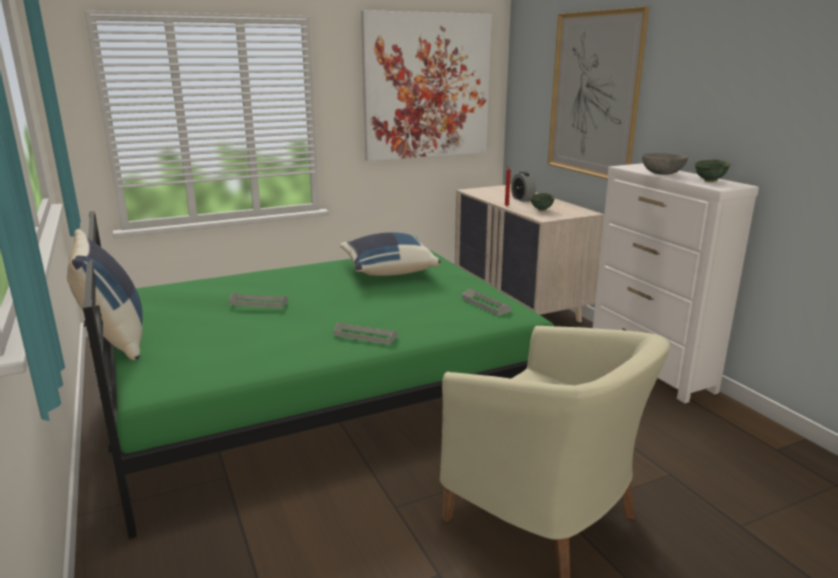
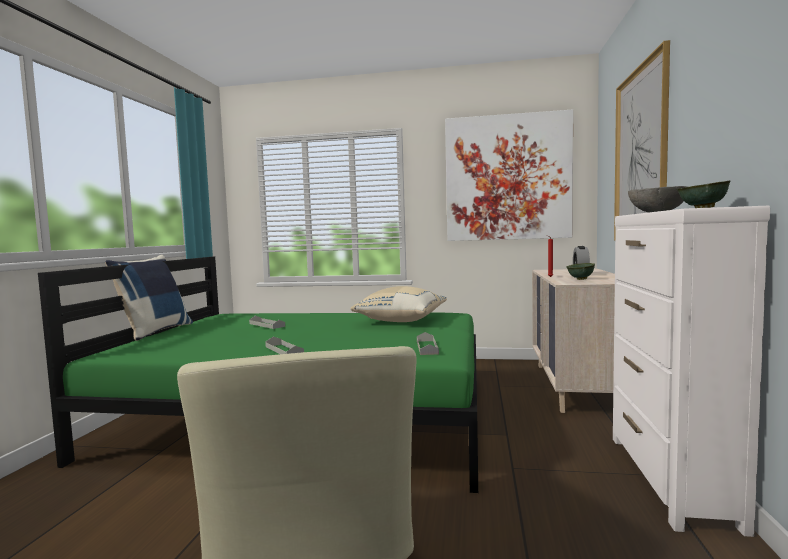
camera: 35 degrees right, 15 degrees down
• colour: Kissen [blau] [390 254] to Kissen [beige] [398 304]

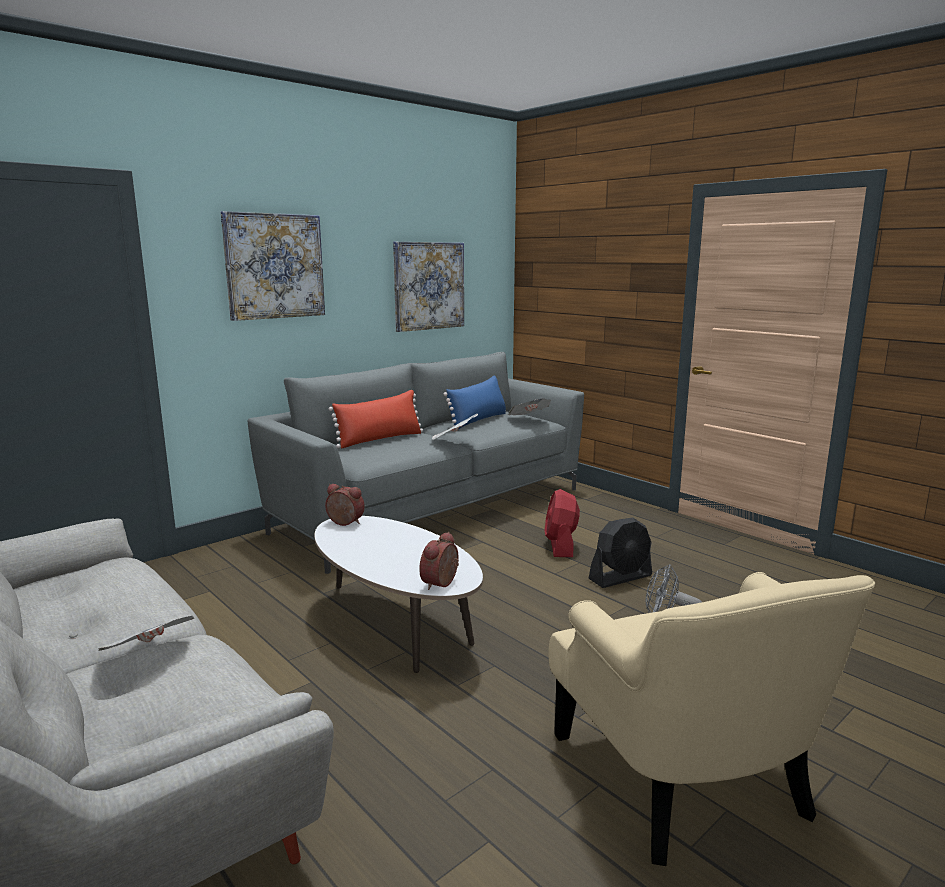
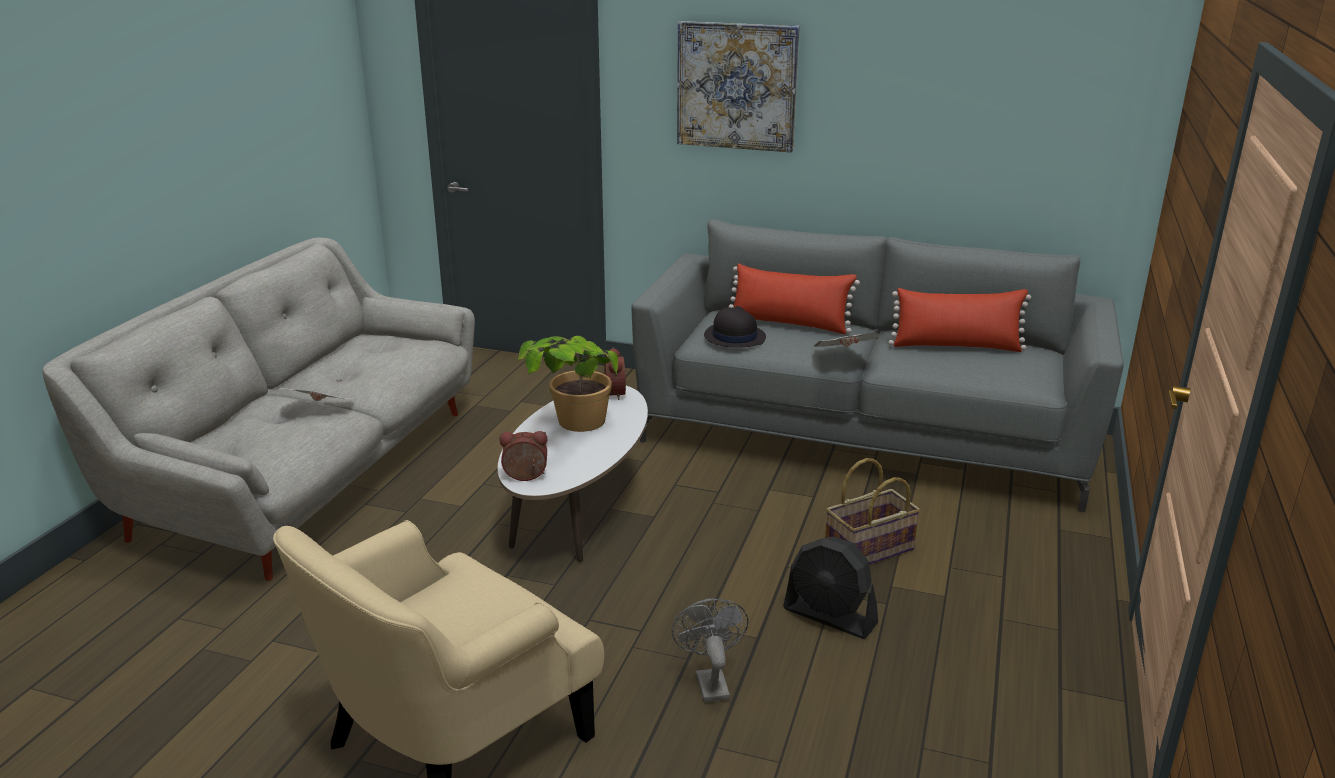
camera: 60 degrees right, 10 degrees up
• appeared: Topfpflanze [567 384]
• appeared: Hut [schwarz] [735 327]
• exchanged: Ventilator [rot] [562 523] to Korb [872 511]
• colour: Kissen [blau] [475 402] to Kissen [rot] [959 320]
• missing: Bild [428 287]
• missing: Zeitung [529 406]

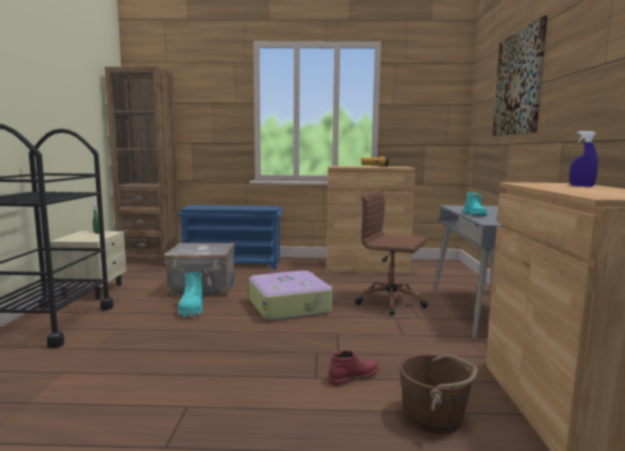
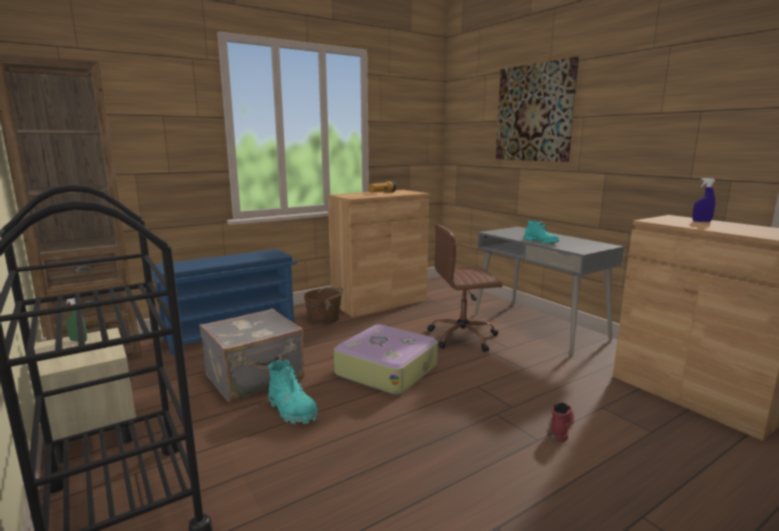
camera: 35 degrees left, 5 degrees up
• relocated: Eimer [braun] [439 393] to [323 306]

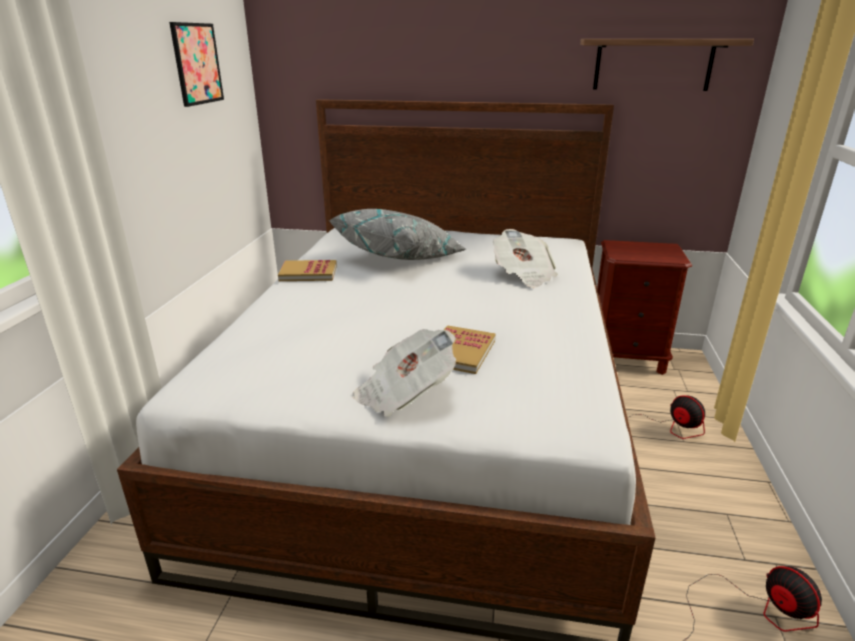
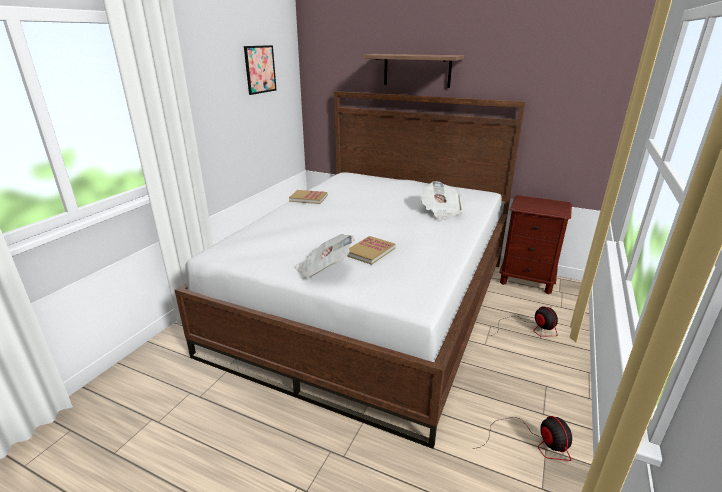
camera: 15 degrees right, 0 degrees up
• relocated: Wandregal [667 65] to [413 71]
• missing: Kissen [grau] [398 234]

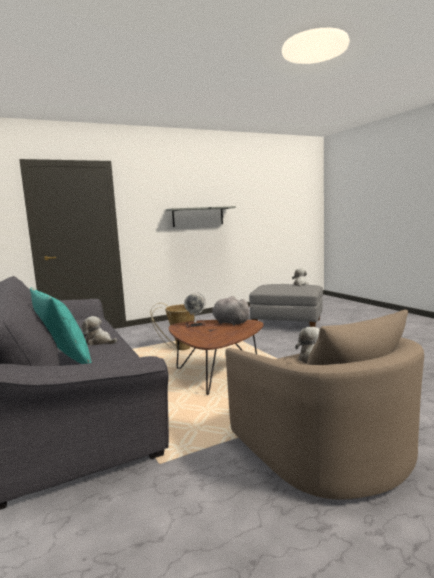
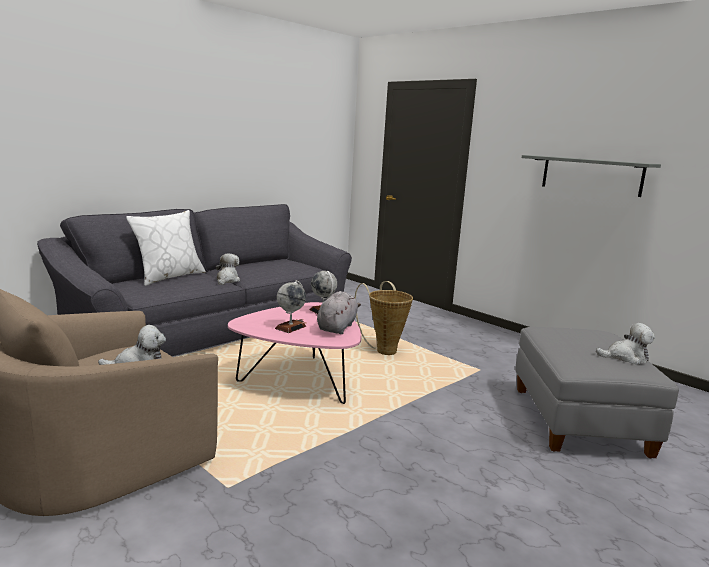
camera: 70 degrees right, 5 degrees up
• colour: Kissen [türkis] [61 325] to Kissen [weiß] [166 248]
• colour: Couchtisch [braun] [216 357] to Couchtisch [rosa] [294 353]
• appeared: Globus [290 306]

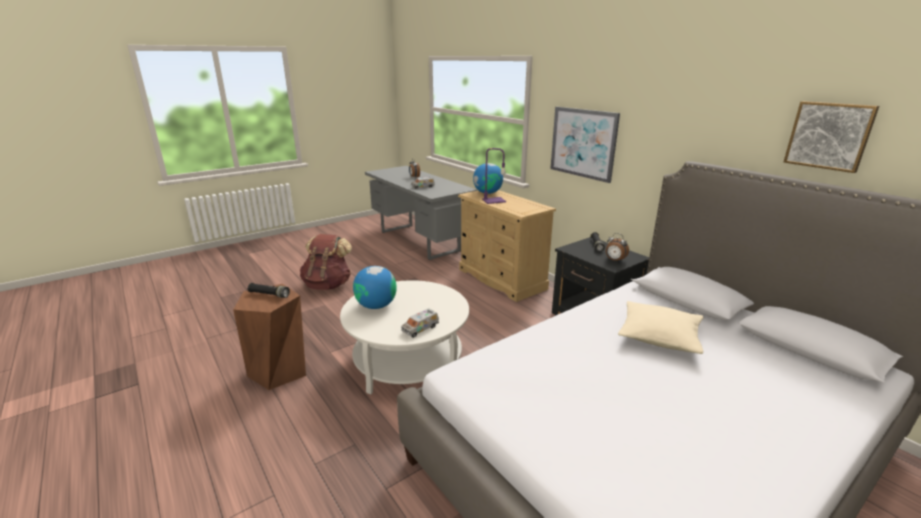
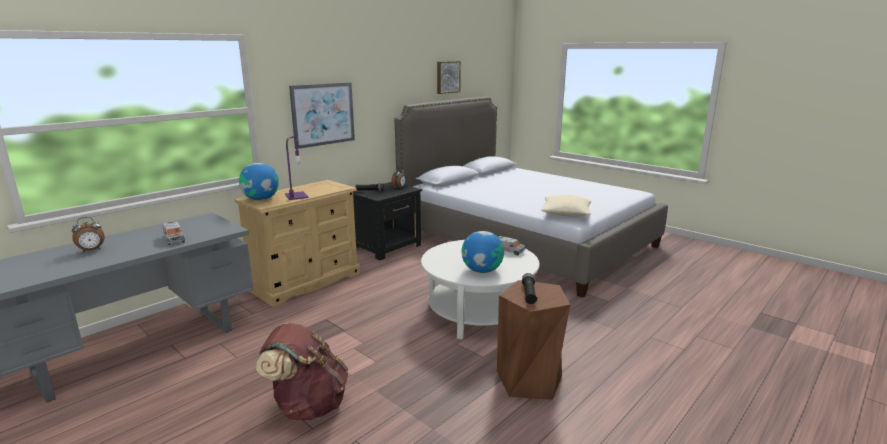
camera: 100 degrees left, 5 degrees down
• relocated: Kissen [beige] [660 327] to [566 206]

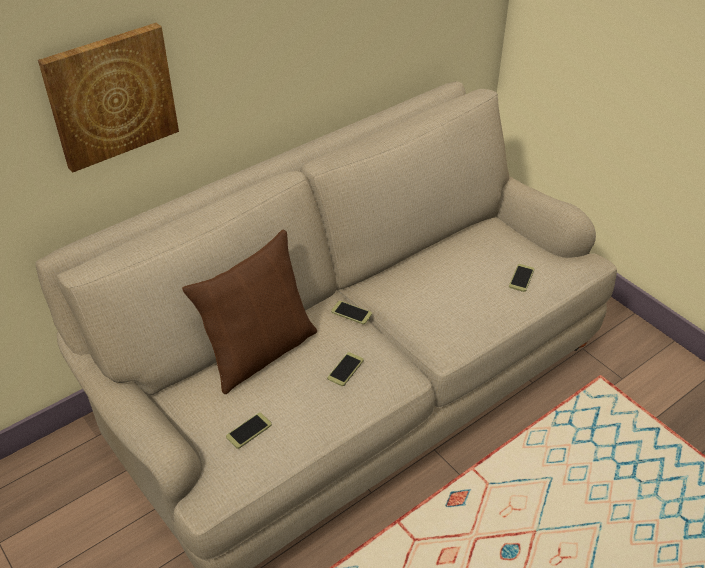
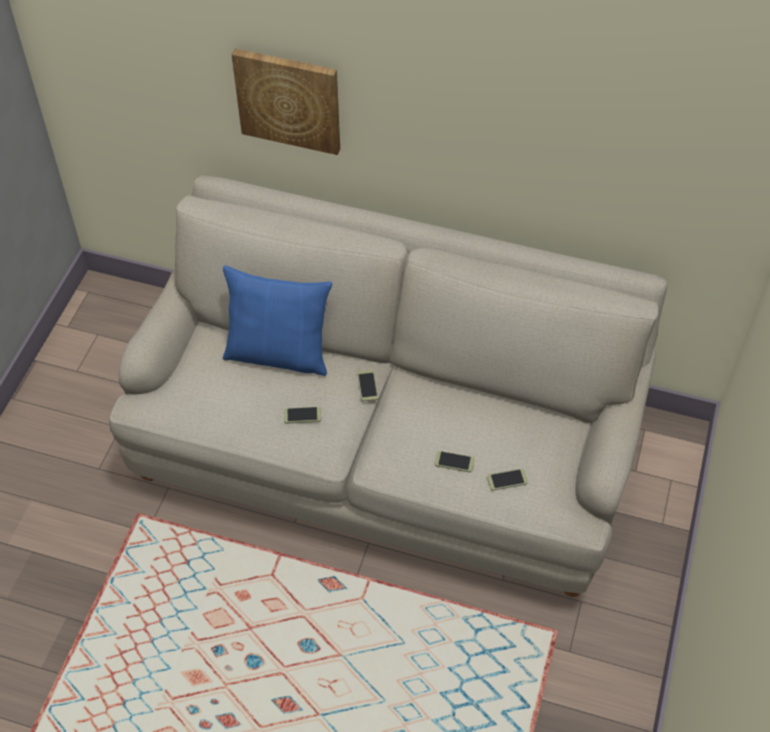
camera: 55 degrees right, 10 degrees up
• colour: Kissen [braun] [249 312] to Kissen [blau] [277 320]
• relocated: Handy [249 430] to [455 461]

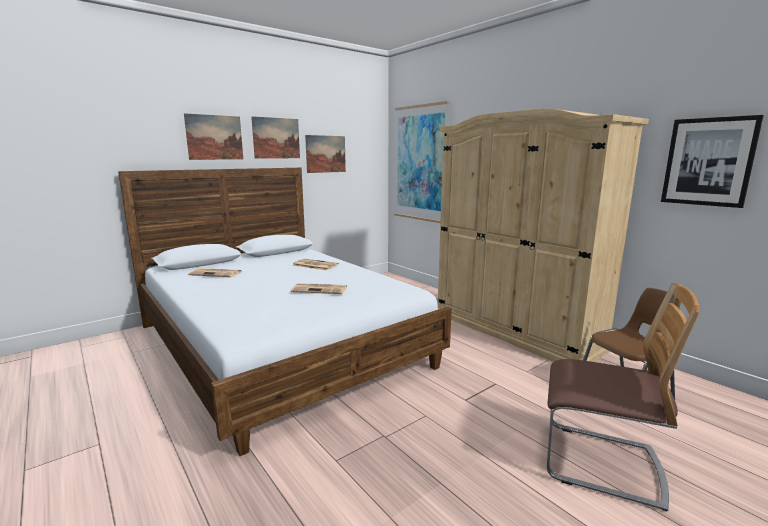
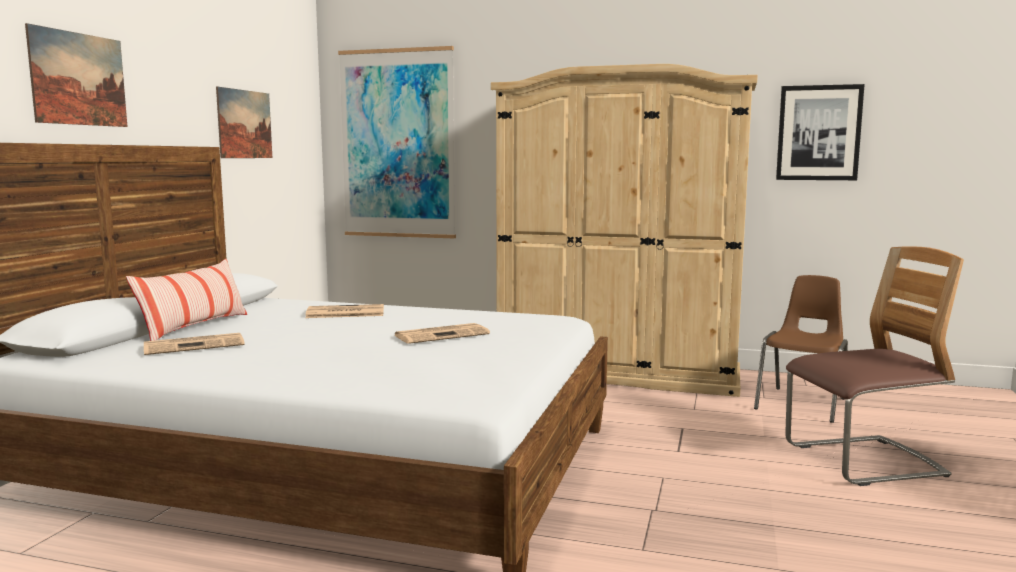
camera: 35 degrees left, 5 degrees down
• appeared: Kissen [186 300]
• missing: Bild [275 137]

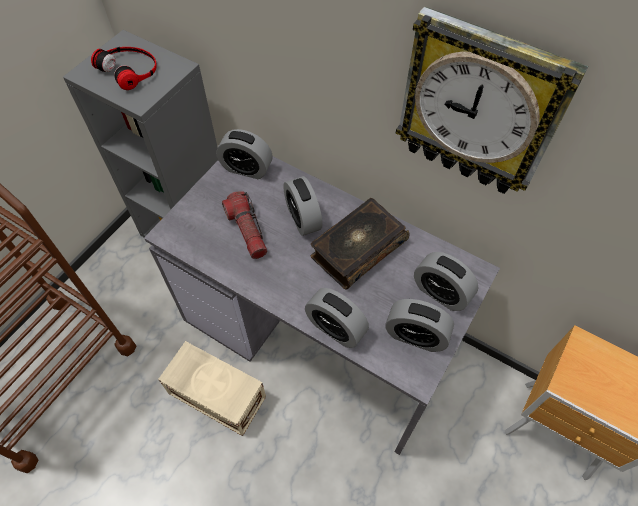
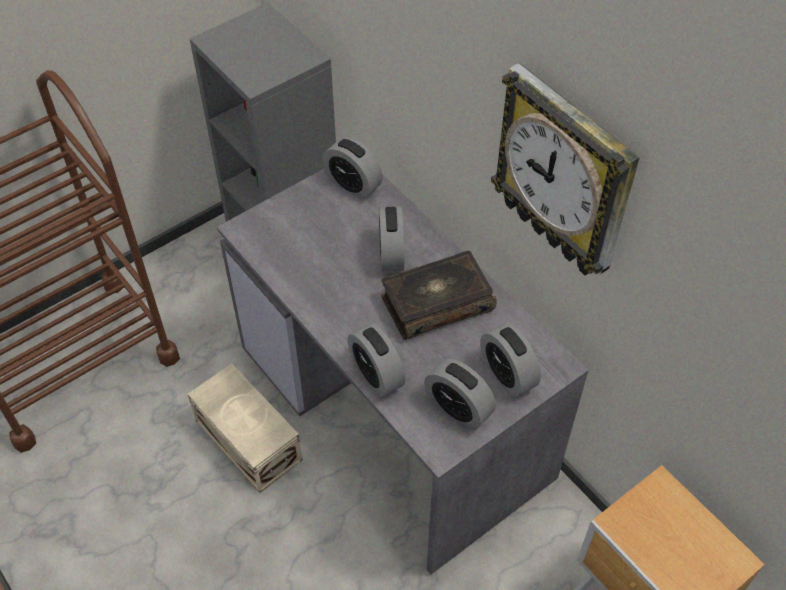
camera: 20 degrees right, 5 degrees down
• missing: Kopfhörer [124 68]
• missing: Taschenlampe [244 225]

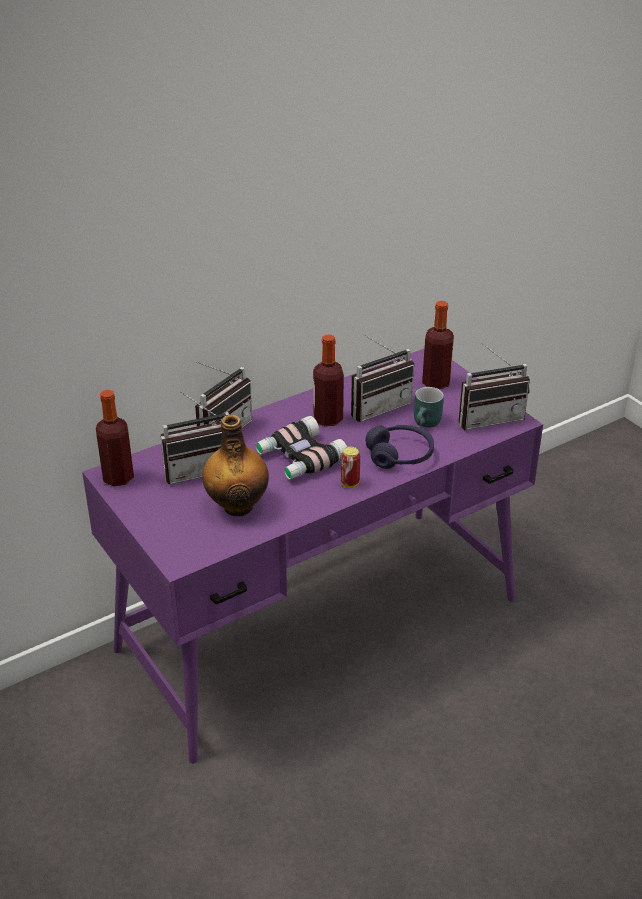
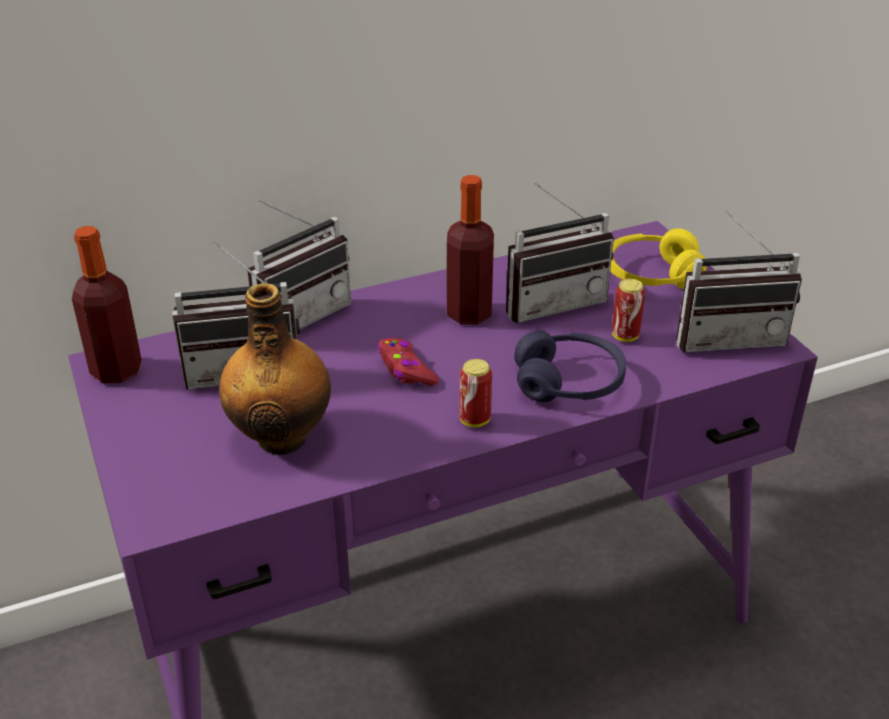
camera: 10 degrees right, 0 degrees up
• exchanged: Fernglas [301 448] to Gamepad [rot] [408 362]
• exchanged: Flasche [438 345] to Kopfhörer [gelb] [658 258]
• exchanged: Henkelbecher [türkis] [429 407] to Dose [628 310]

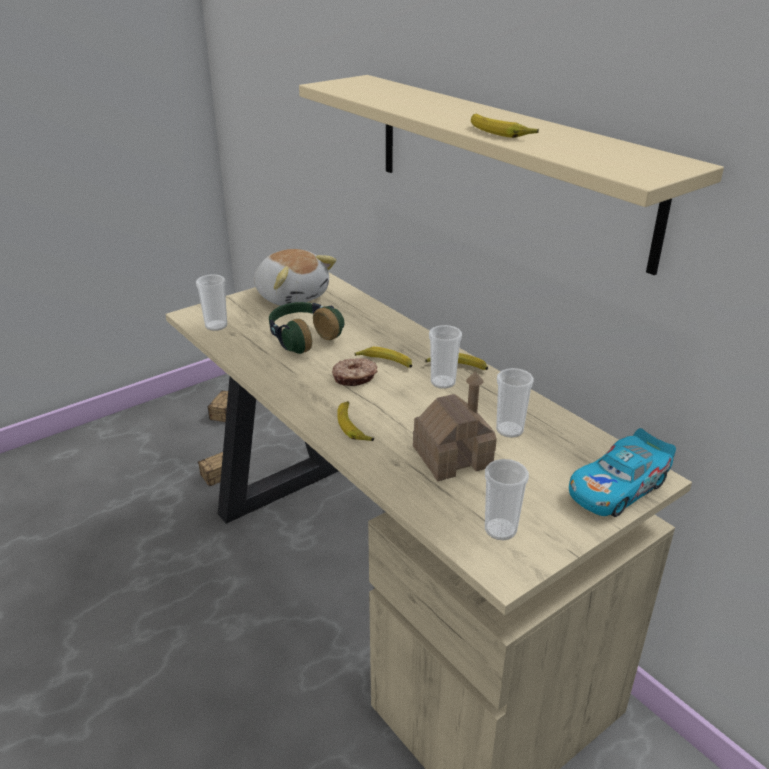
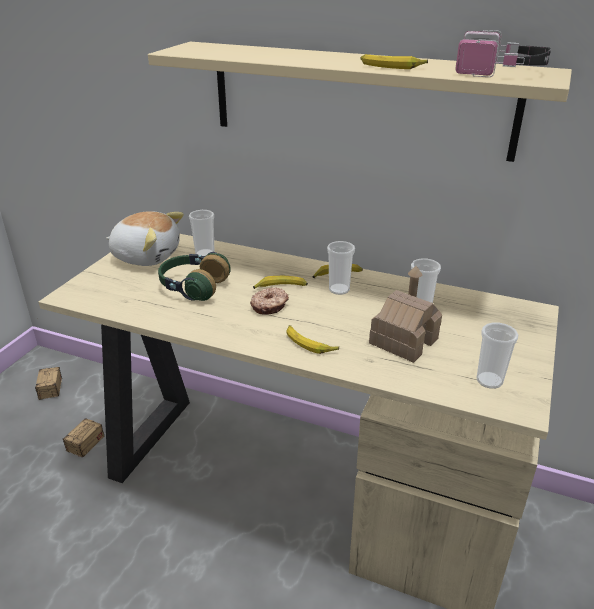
camera: 30 degrees left, 0 degrees up
• relocated: Tasse [211 302] to [201 233]
• appeared: Kopfhörer [503 53]
• missing: Spielzeugauto [622 472]

